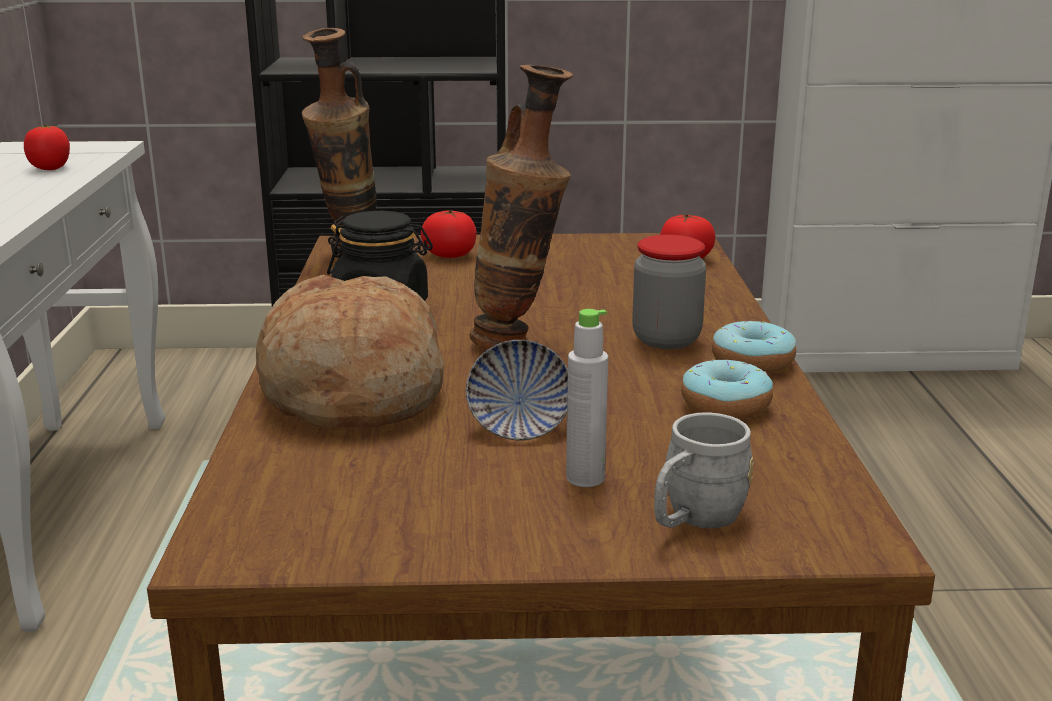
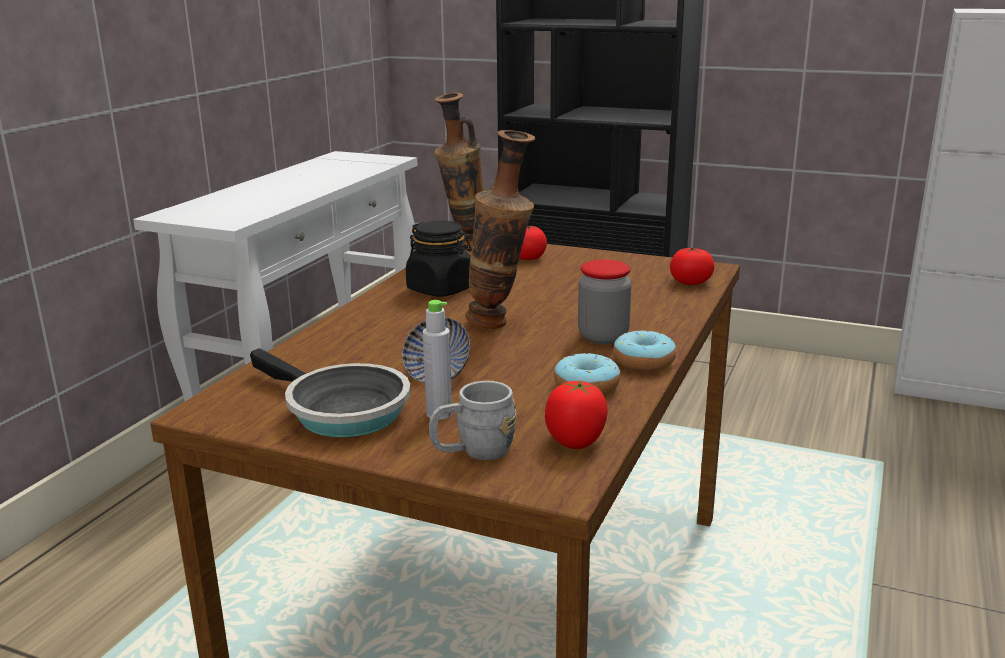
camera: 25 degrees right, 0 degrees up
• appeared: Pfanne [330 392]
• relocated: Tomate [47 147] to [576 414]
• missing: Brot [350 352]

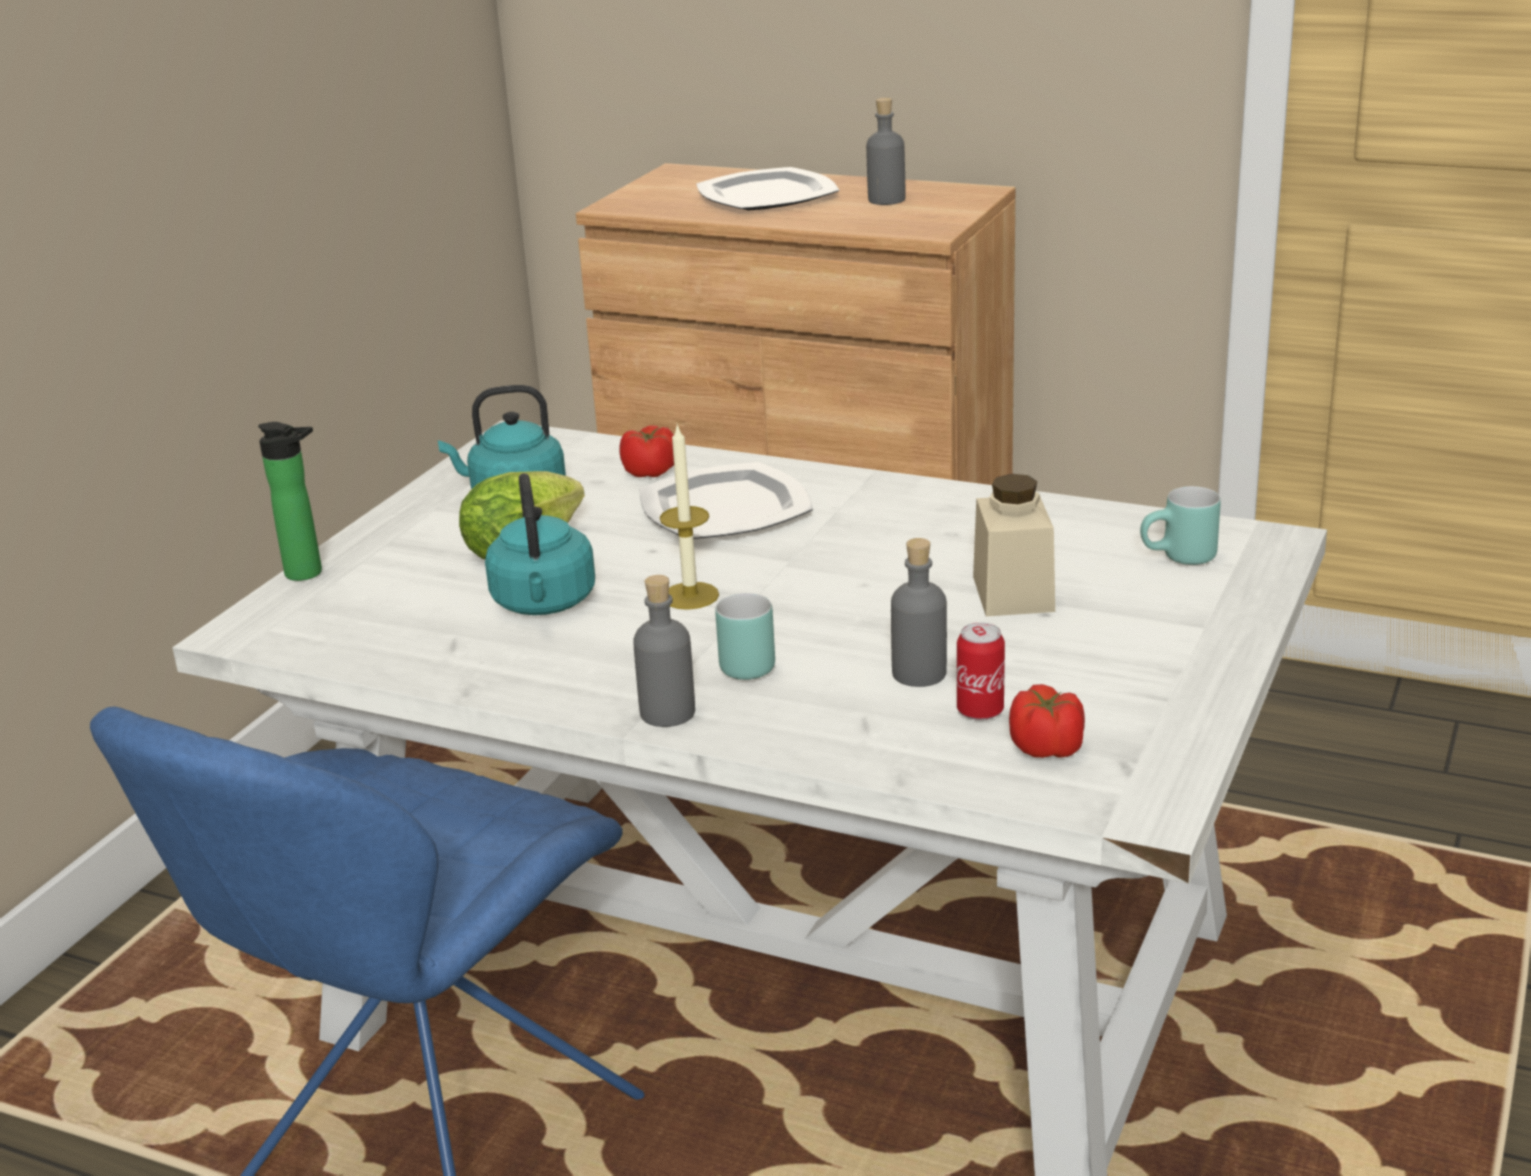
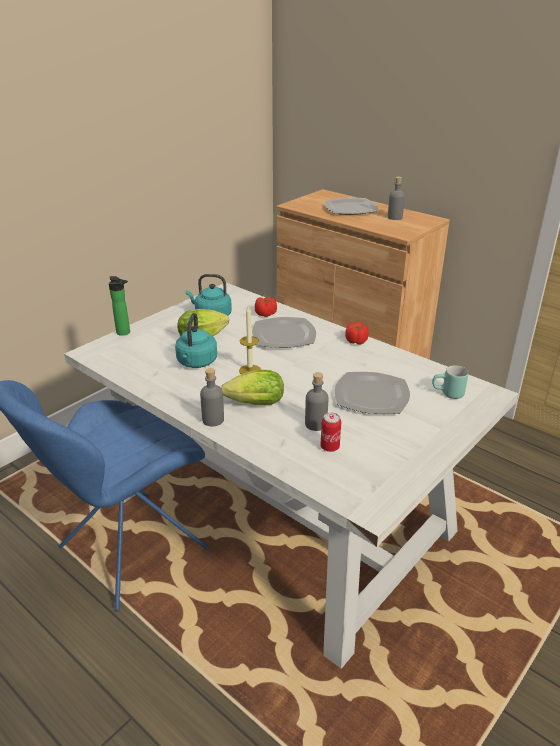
camera: 15 degrees right, 5 degrees up
• exchanged: Henkelbecher [türkis] [745 636] to Salatkopf [252 387]
• exchanged: Vorratsglas [beige] [1014 545] to Teller [372 393]
• relocated: Tomate [1047 721] to [357 333]

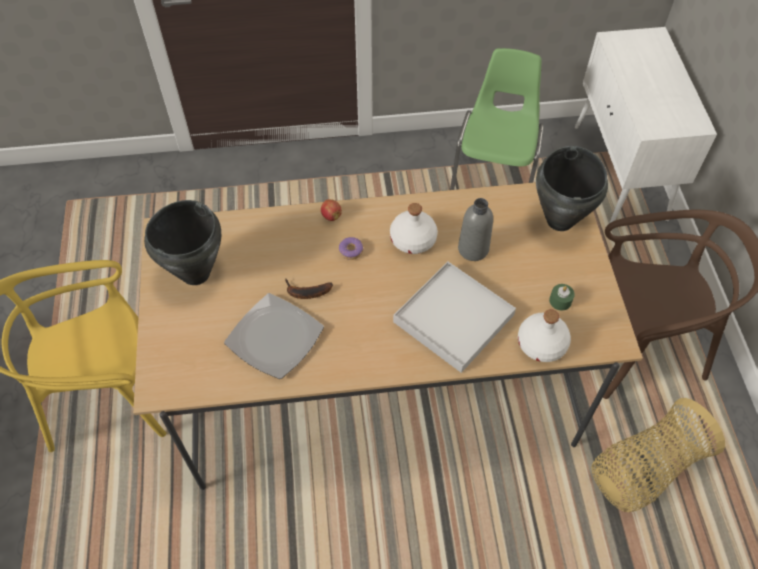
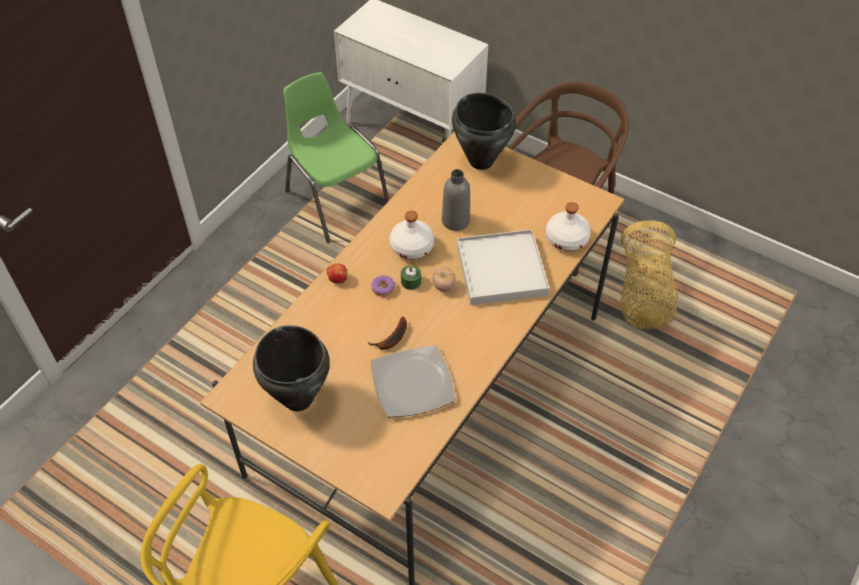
camera: 50 degrees left, 5 degrees down
• relocated: Kerze [grün] [562 297] to [411 277]
• appeared: Tomate [444 279]

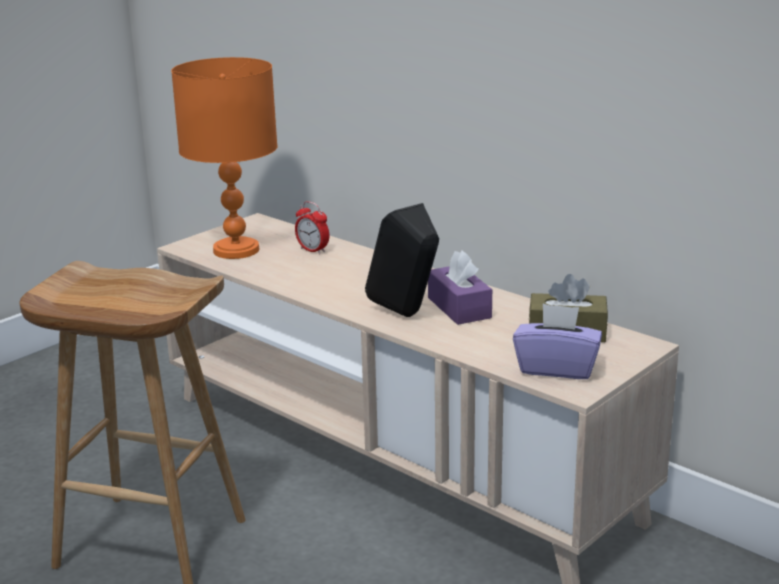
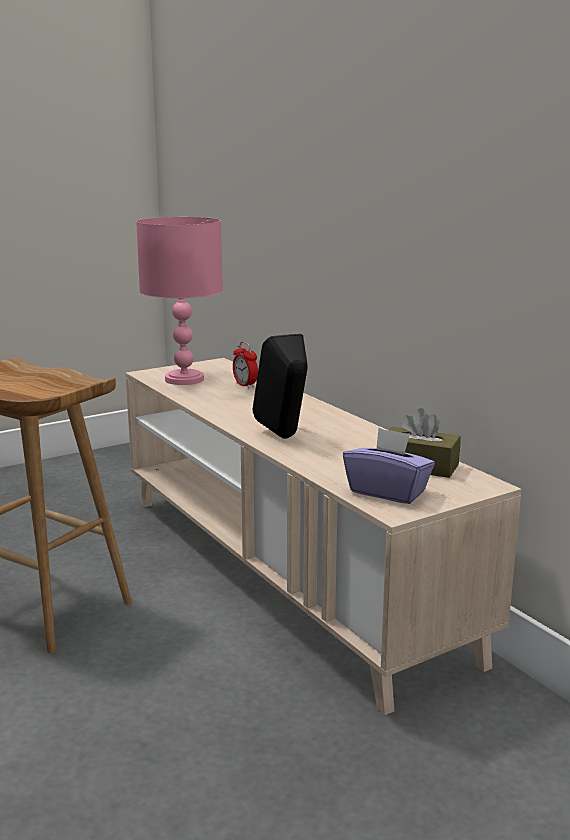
camera: 15 degrees right, 5 degrees down
• colour: Tischlampe [orange] [224 158] to Tischlampe [rosa] [179 301]
• missing: Taschentuchbox [lila] [460 287]

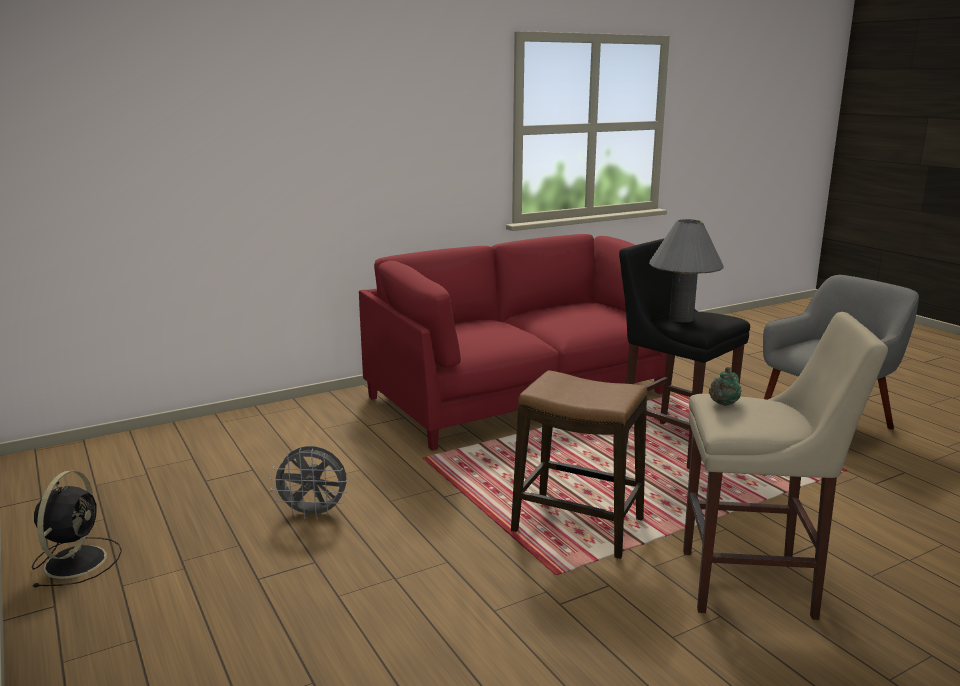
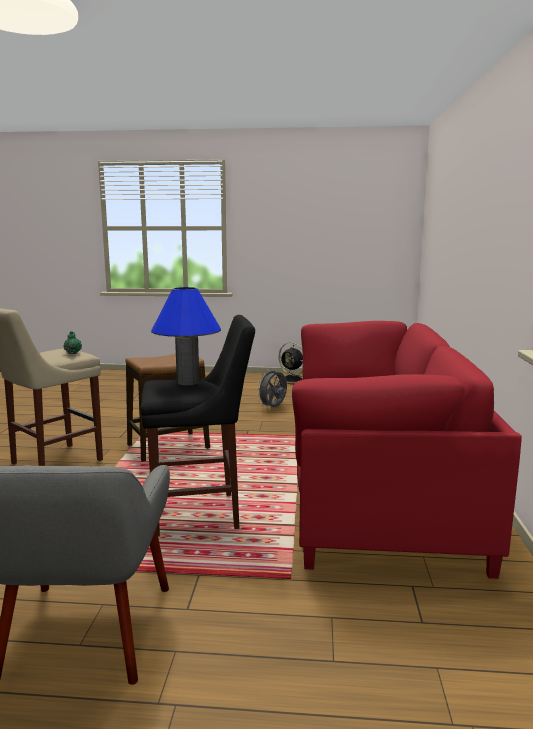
camera: 125 degrees right, 5 degrees down
• colour: Tischlampe [grau] [686 270] to Tischlampe [blau] [186 336]

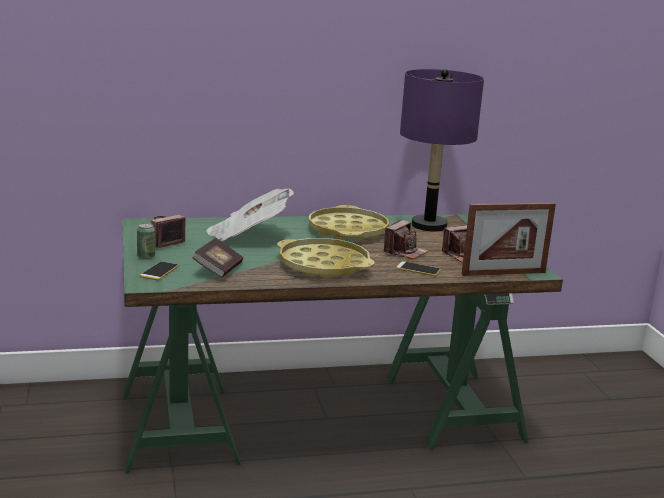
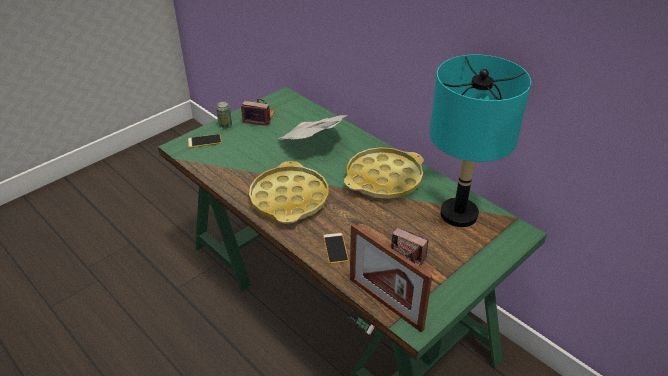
camera: 60 degrees right, 20 degrees up
• colour: Tischlampe [lila] [442 150] to Tischlampe [türkis] [480 140]
• missing: Buch [217 258]
• missing: Kamera [406 239]

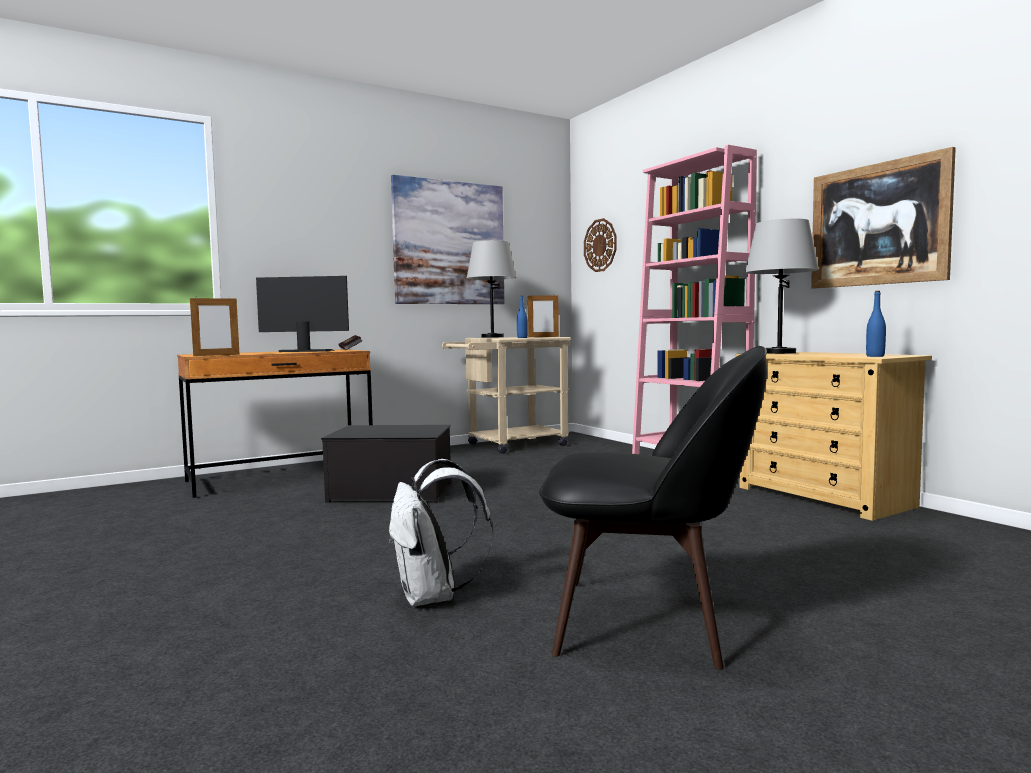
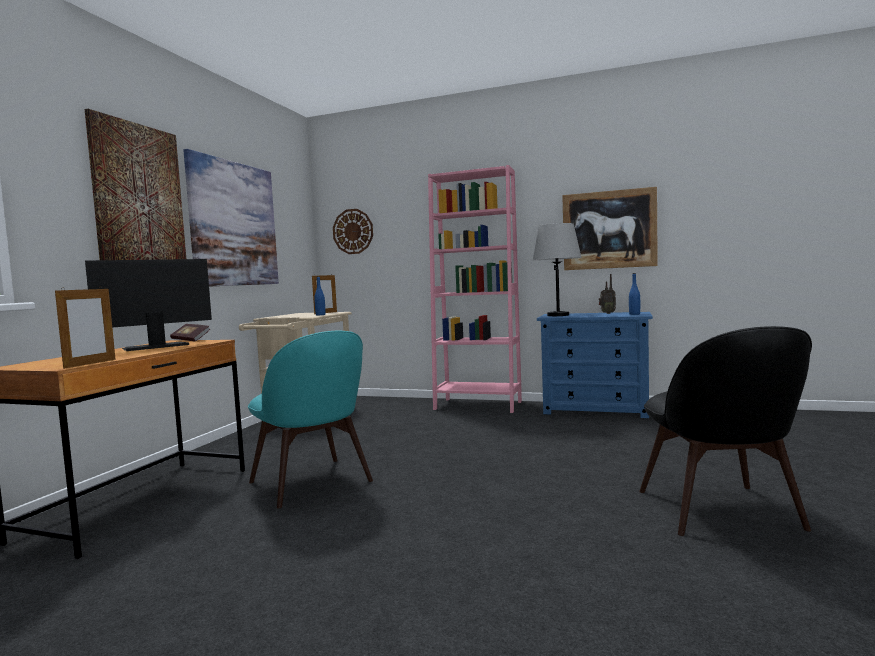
camera: 40 degrees left, 0 degrees up
• appeared: Bild [135 184]
• exchanged: Aufbewahrungsbox [386 464] to Stuhl [türkis] [310 420]
• colour: Kommode [beige] [833 436] to Kommode [blau] [595 365]
• appeared: Radio [607 294]
• spun: Stuhl [schwarz] [653 508] = [725 431] 120 degrees clockwise
• missing: Rucksack [weiß] [441 532]
• missing: Tischlampe [grau] [491 289]

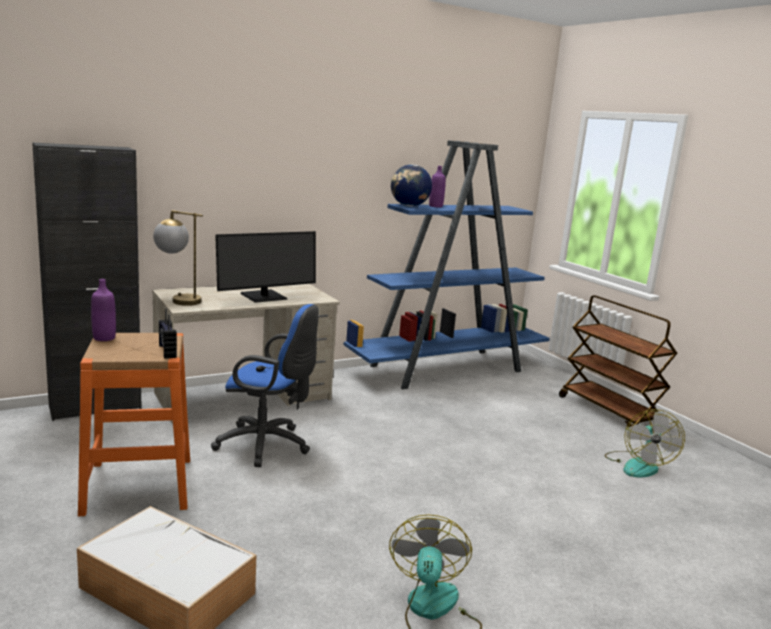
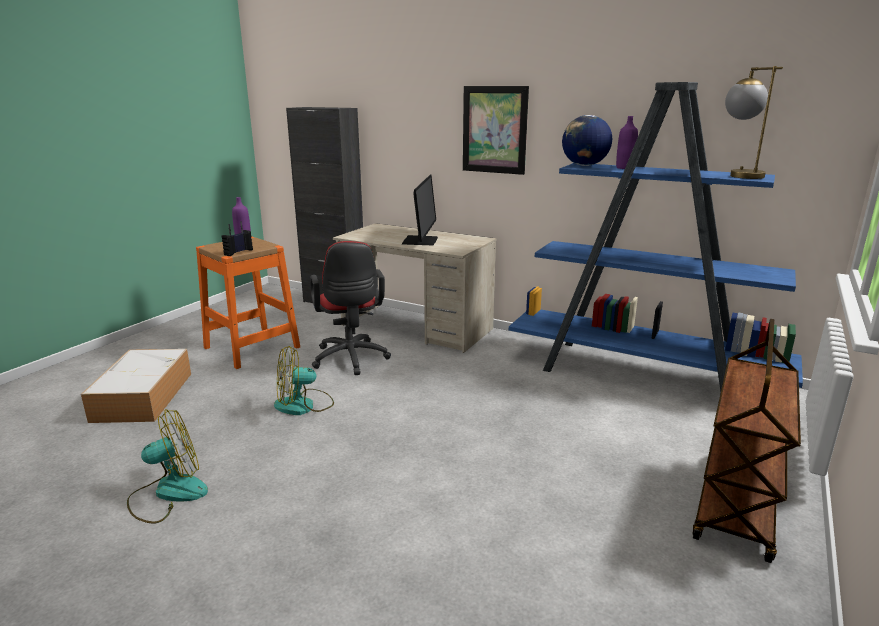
camera: 60 degrees right, 5 degrees up
• relocated: Ventilator [645 443] to [304 380]
• colour: Bürostuhl [blau] [265 385] to Bürostuhl [rot] [350 308]
• spun: Monitor [265 267] = [420 210] 105 degrees counterclockwise
• appeared: Bild [496 130]
• relocated: Tischlampe [178 258] to [754 122]

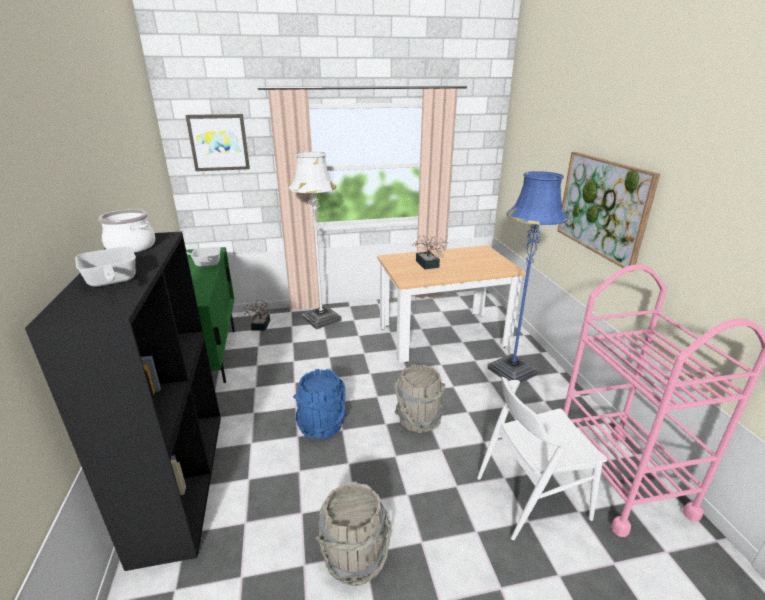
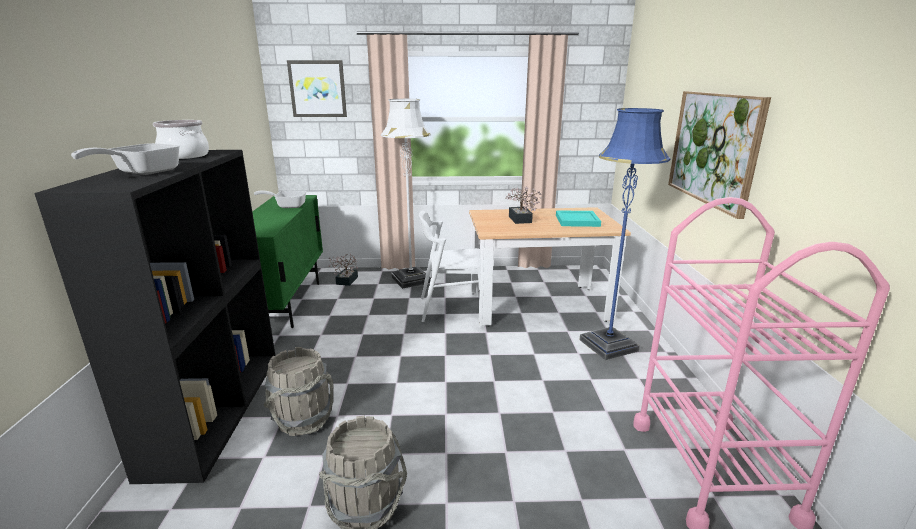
camera: 10 degrees right, 5 degrees down
• spun: Pfanne [105 267] = [125 159] 45 degrees clockwise
• relocated: Eimer [grau] [419 398] to [299 391]
• relocated: Stuhl [weiß] [542 458] to [449 266]
• appeared: Tablett [türkis] [578 218]
• missing: Eimer [blau] [320 404]

